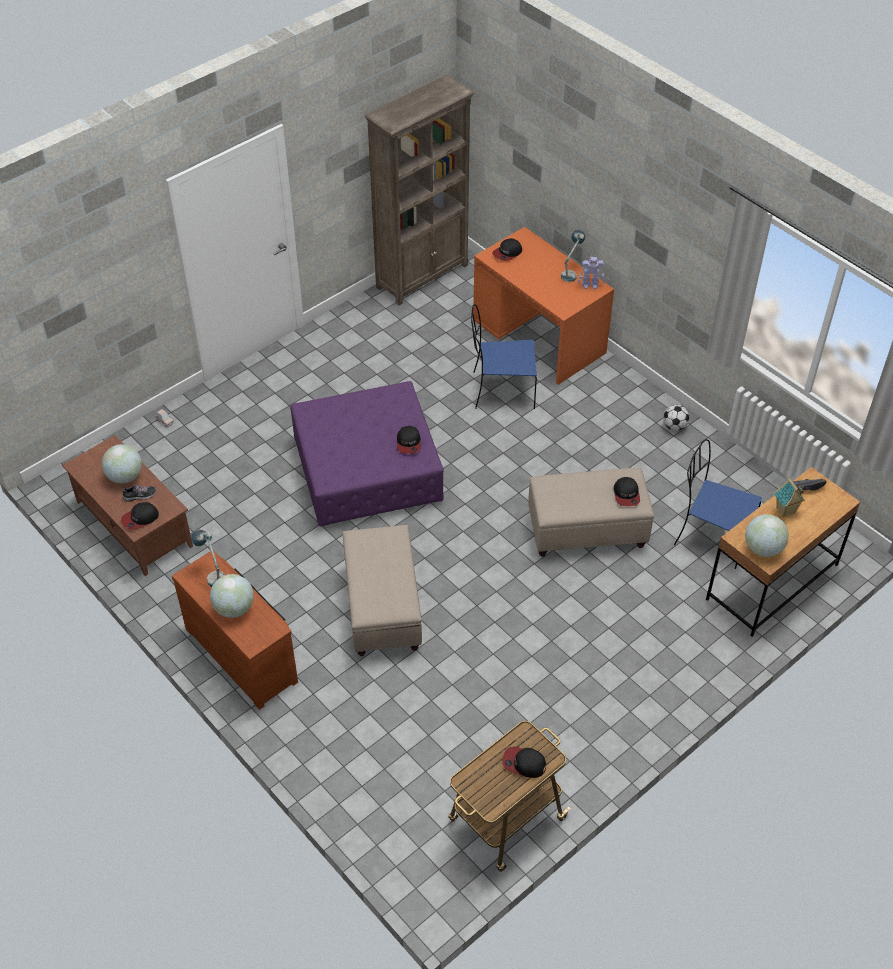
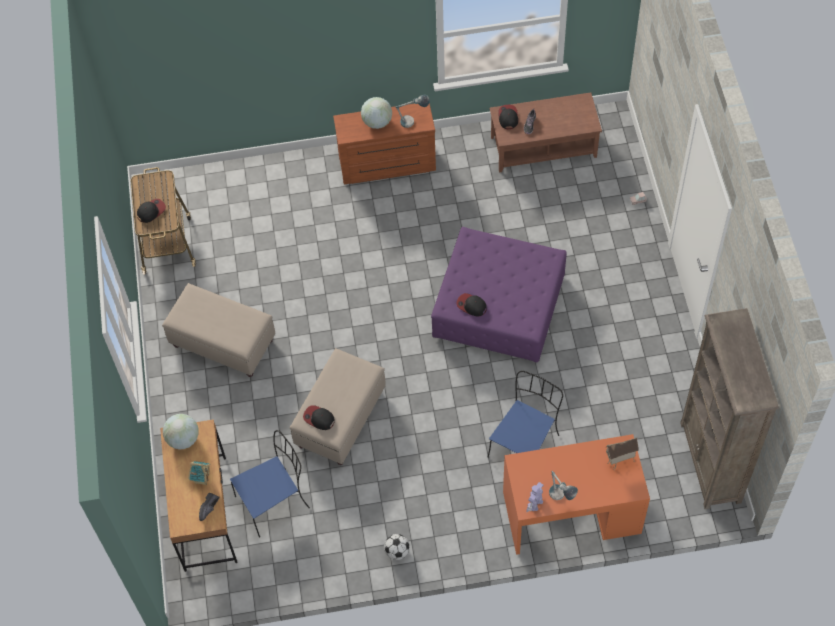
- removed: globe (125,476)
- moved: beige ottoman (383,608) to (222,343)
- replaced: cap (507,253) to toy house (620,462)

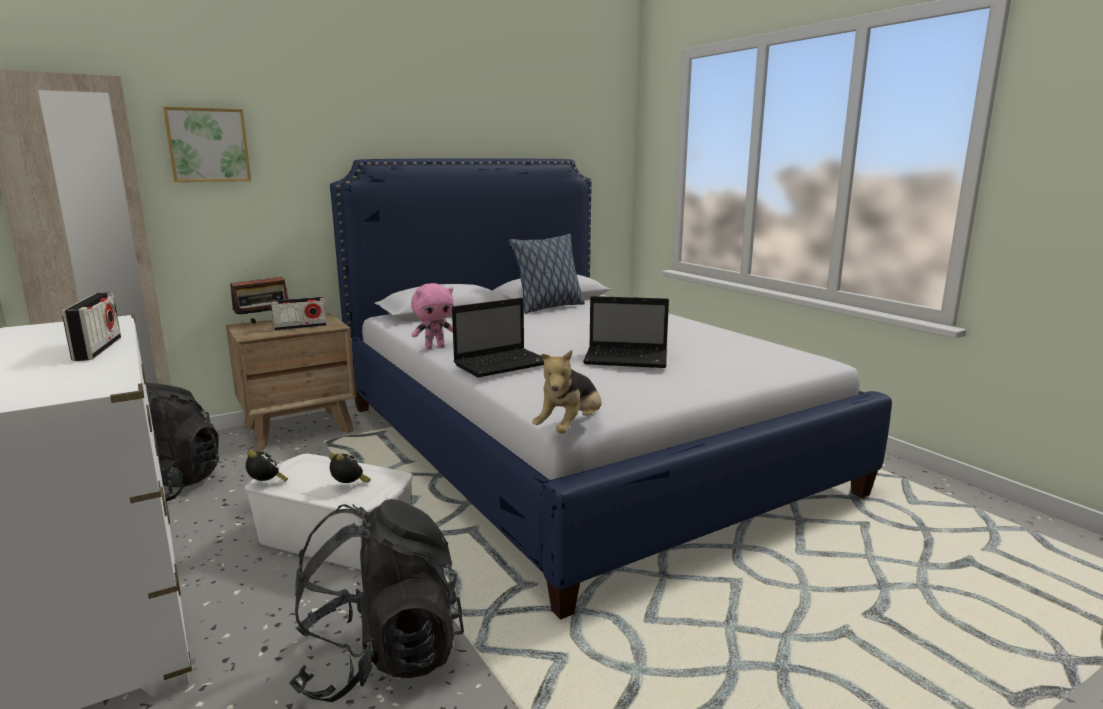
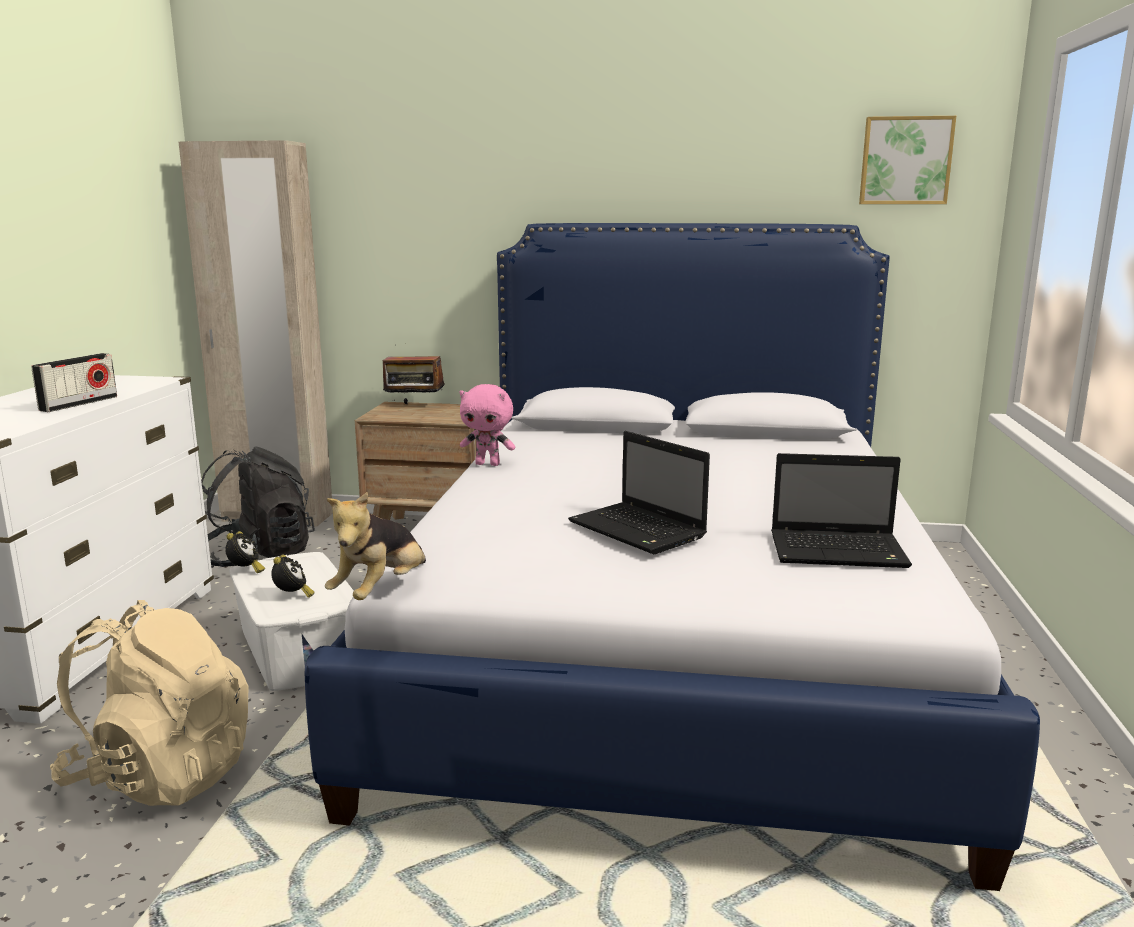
- moved: picture (208,145) to (905,161)
- removed: radio (300,327)
- recoloured: black backpack (380,658) to beige backpack (161,774)
- moved: laptop (503,364) to (840,551)
- removed: pillow (548,307)
- turned: plush toy (570,428) = (381,591) 45 degrees counterclockwise

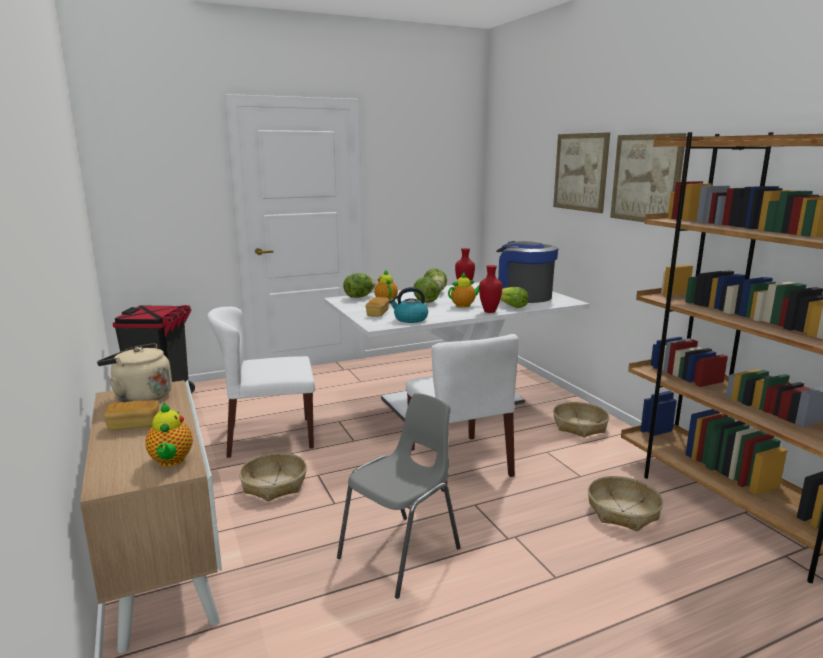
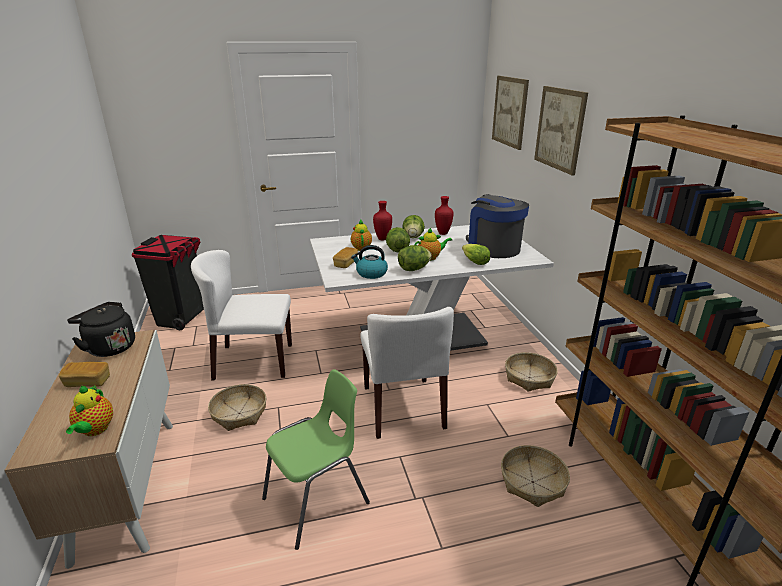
- recoloured: beige kettle (140,396) to black kettle (109,347)
- recoloured: grey chair (402,553) to green chair (317,501)
- moved: lettuce (359,297) to (414,269)
- moved: red vase (490,311) to (383,239)
- moved: picture (646,178) to (509,111)

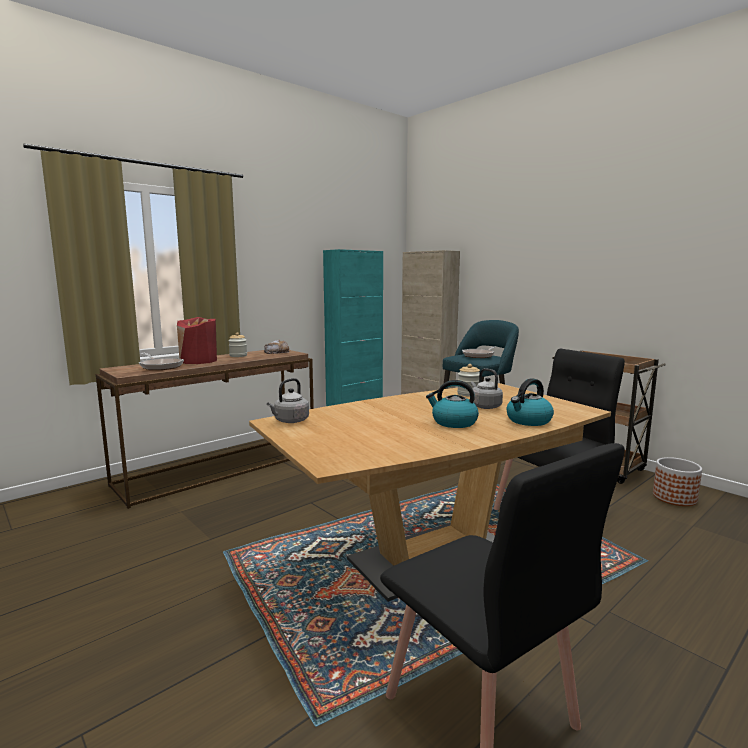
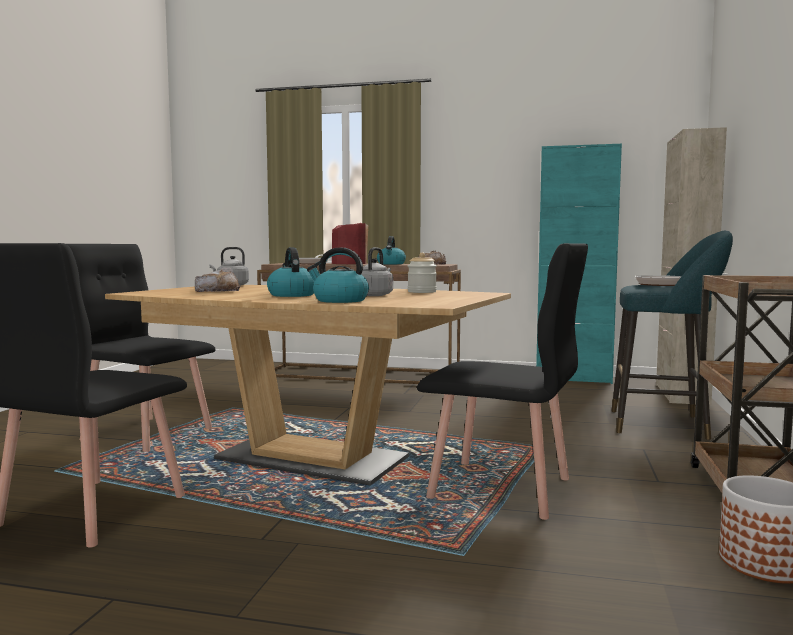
- replaced: jar (238,356) to kettle (391,264)
- added: black chair (147,433)
- added: bread (217,291)

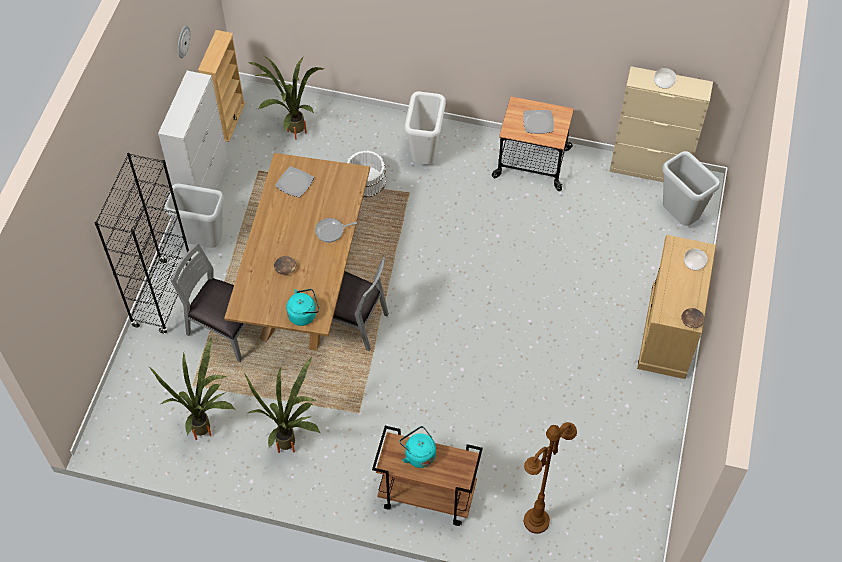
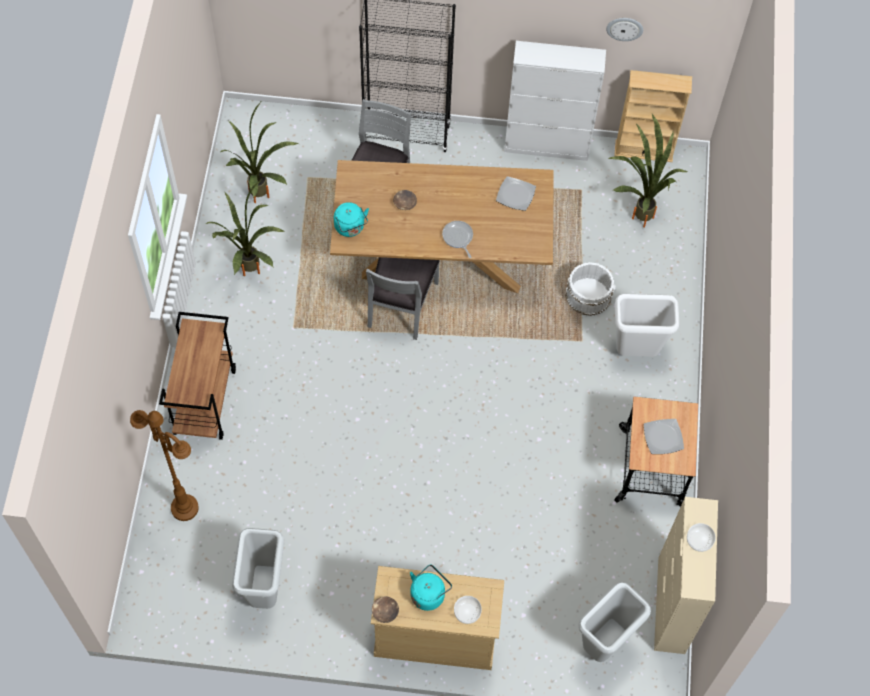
- moved: grey trash can (203,244) to (264,590)
- moved: turquoise kettle (418,454) to (429,593)

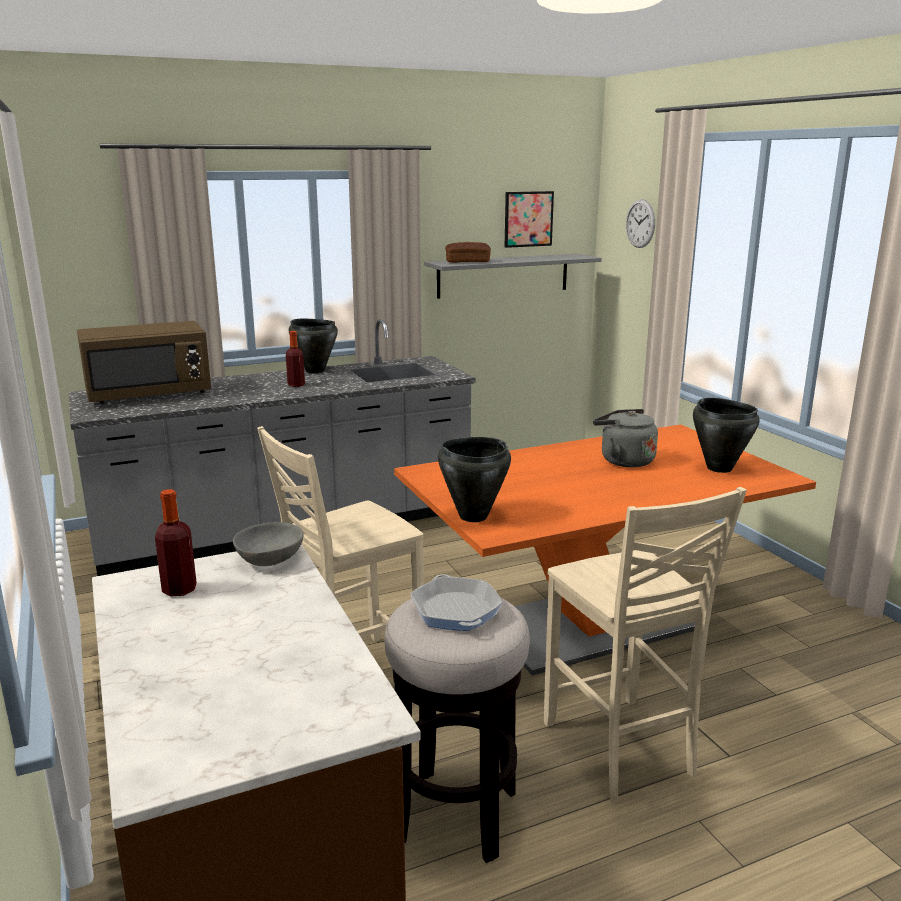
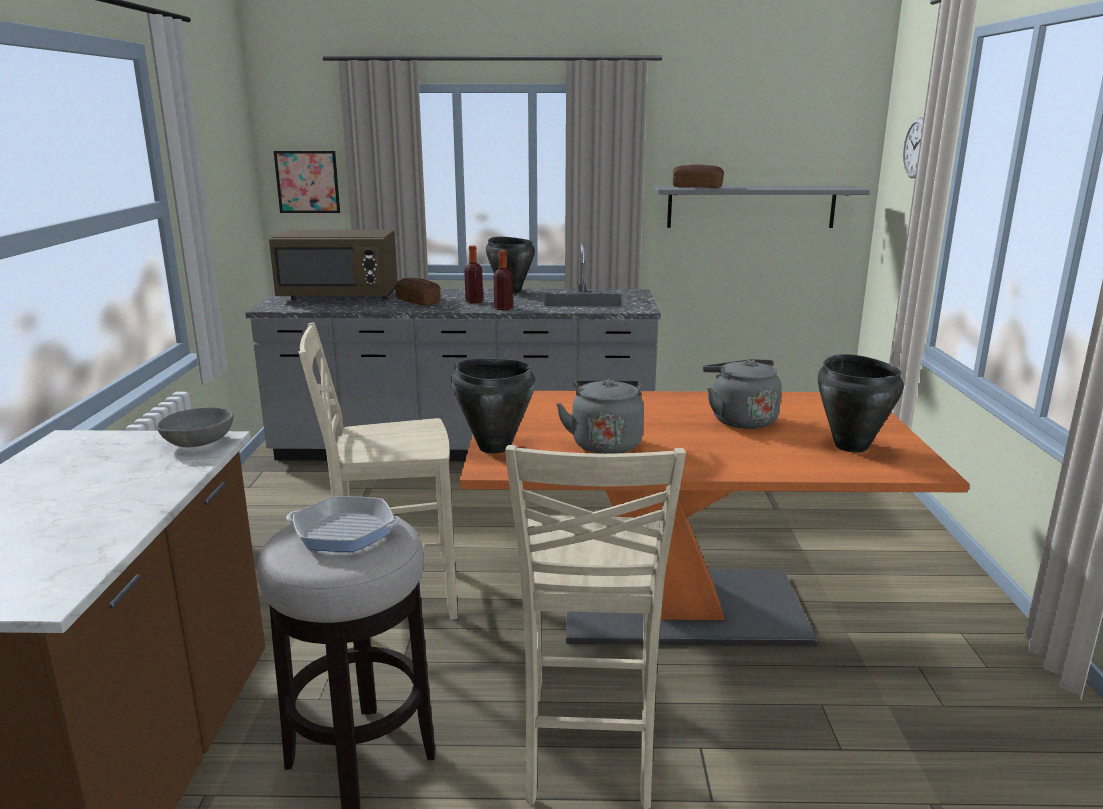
- moved: bottle (179,589) to (503,308)
- turned: frying pan (455,610) = (344,531) 90 degrees clockwise
- moved: picture (528,219) to (307,182)
- added: bread (418,301)
- added: grey kettle (605,443)

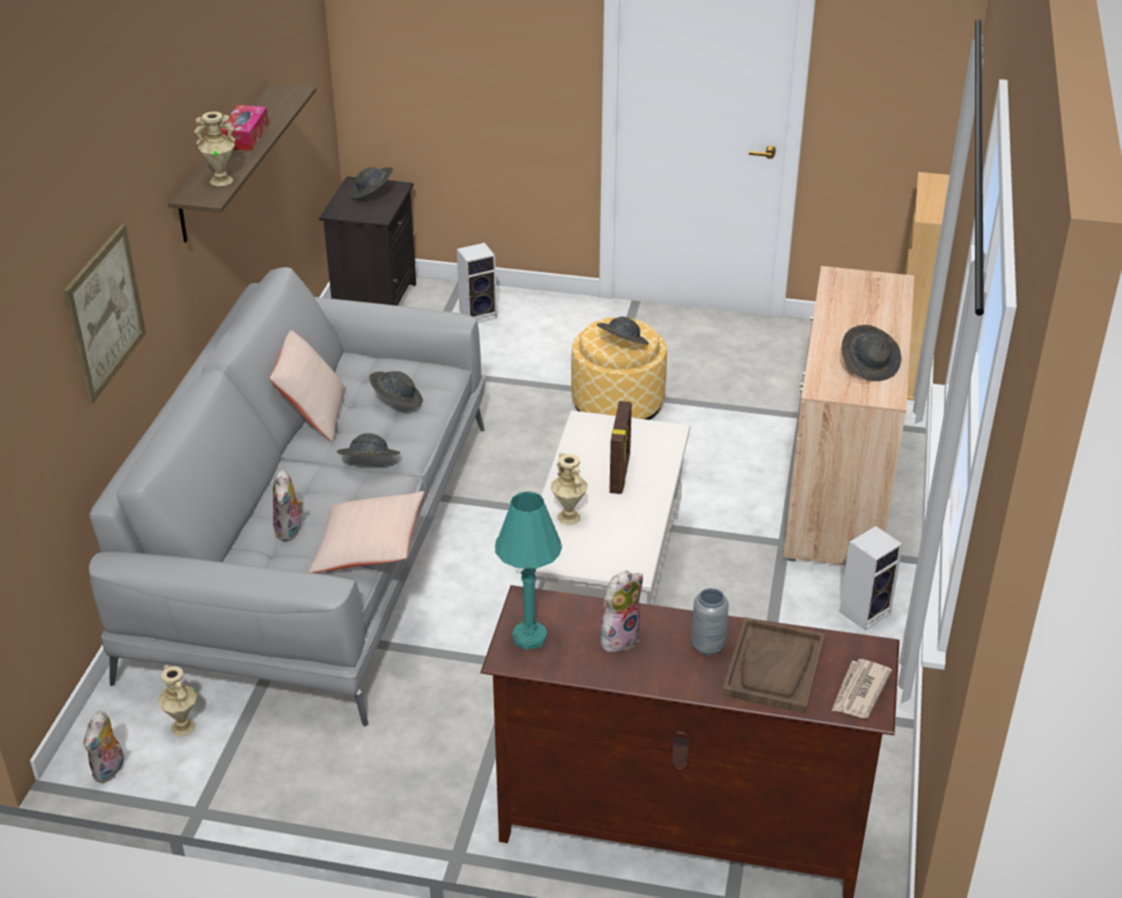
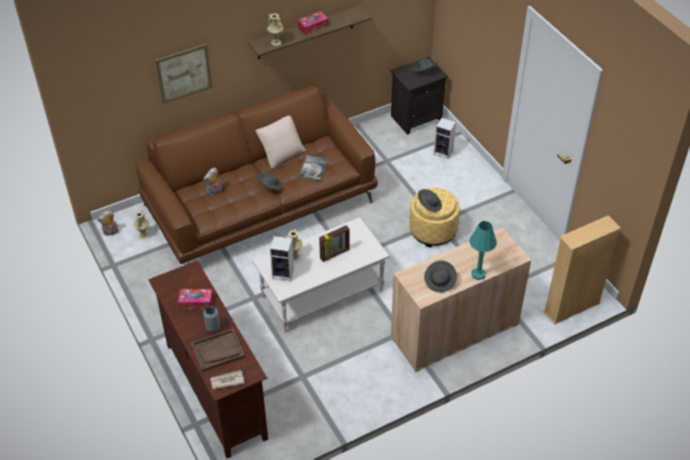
- recoloured: grey sofa (318,542) to brown sofa (260,204)
- removed: beige pillow (369,547)
- replaced: grey hat (396,401) to book (313,168)
- moved: turquoise table lamp (529,637) to (478,274)
- replaced: plush toy (619,637) to tissue box (196,302)
- moved: speaker (865,611) to (284,273)

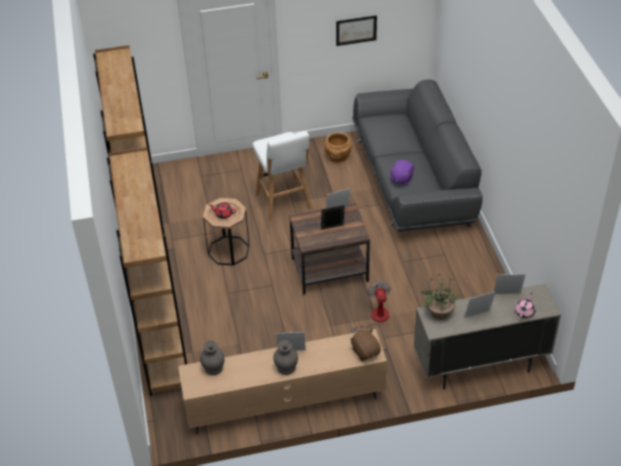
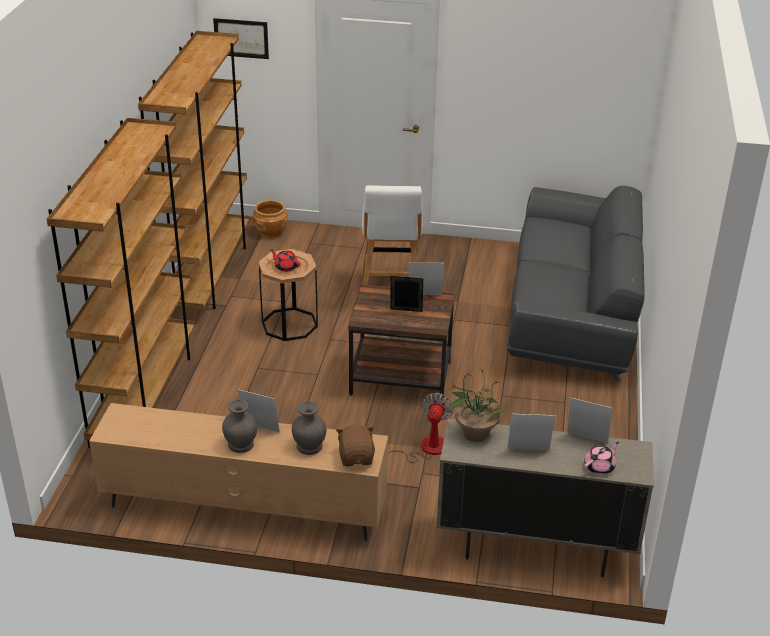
- moved: grey vase (214,368) to (309,446)
- moved: brown planter (338,156) to (271,232)
- moved: picture (356,30) to (241,38)
- removed: purple plush toy (401,179)

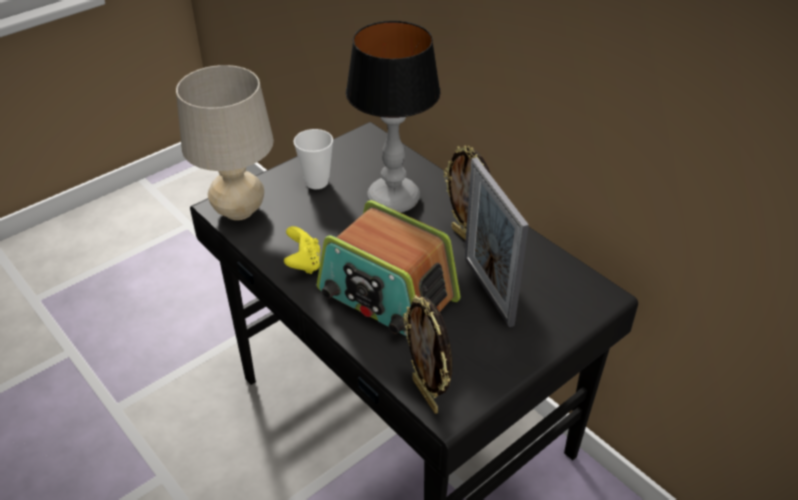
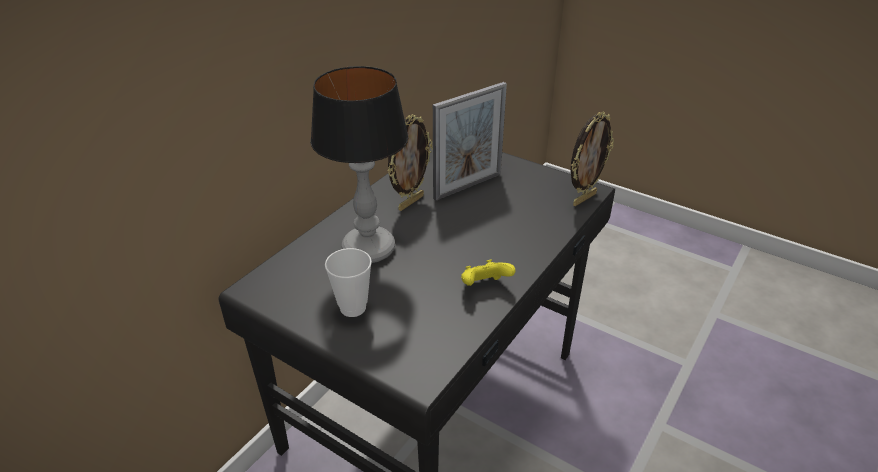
- removed: beige table lamp (239,211)
- removed: radio (387,296)

